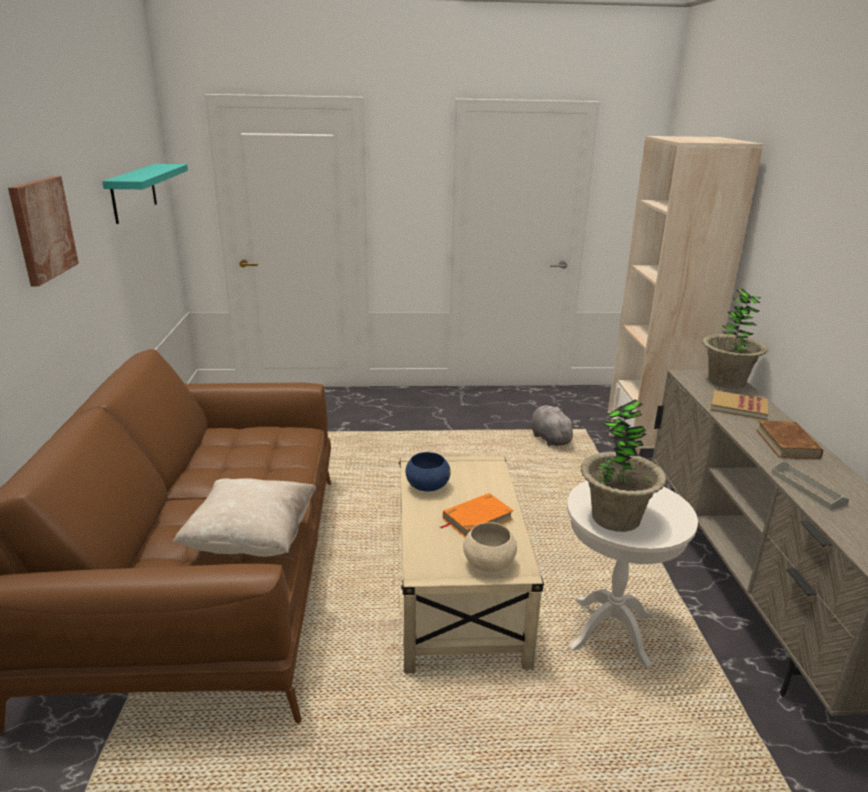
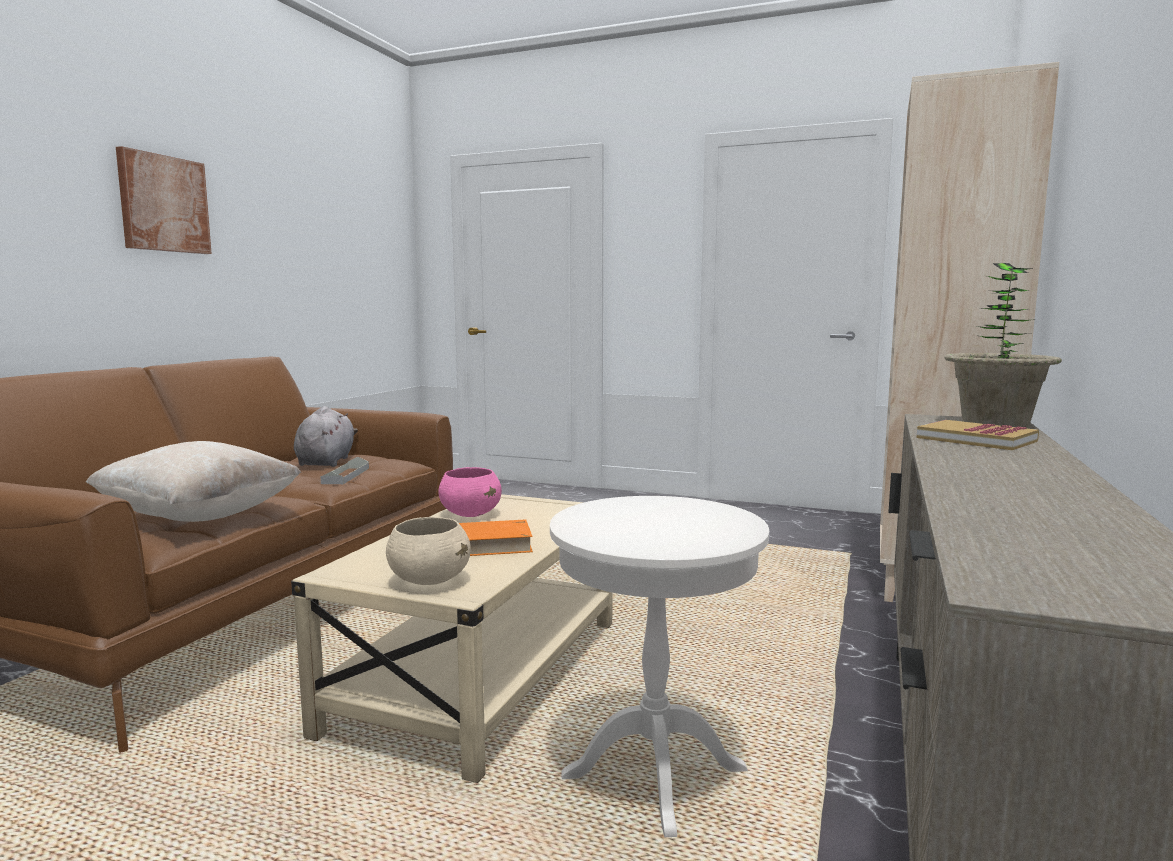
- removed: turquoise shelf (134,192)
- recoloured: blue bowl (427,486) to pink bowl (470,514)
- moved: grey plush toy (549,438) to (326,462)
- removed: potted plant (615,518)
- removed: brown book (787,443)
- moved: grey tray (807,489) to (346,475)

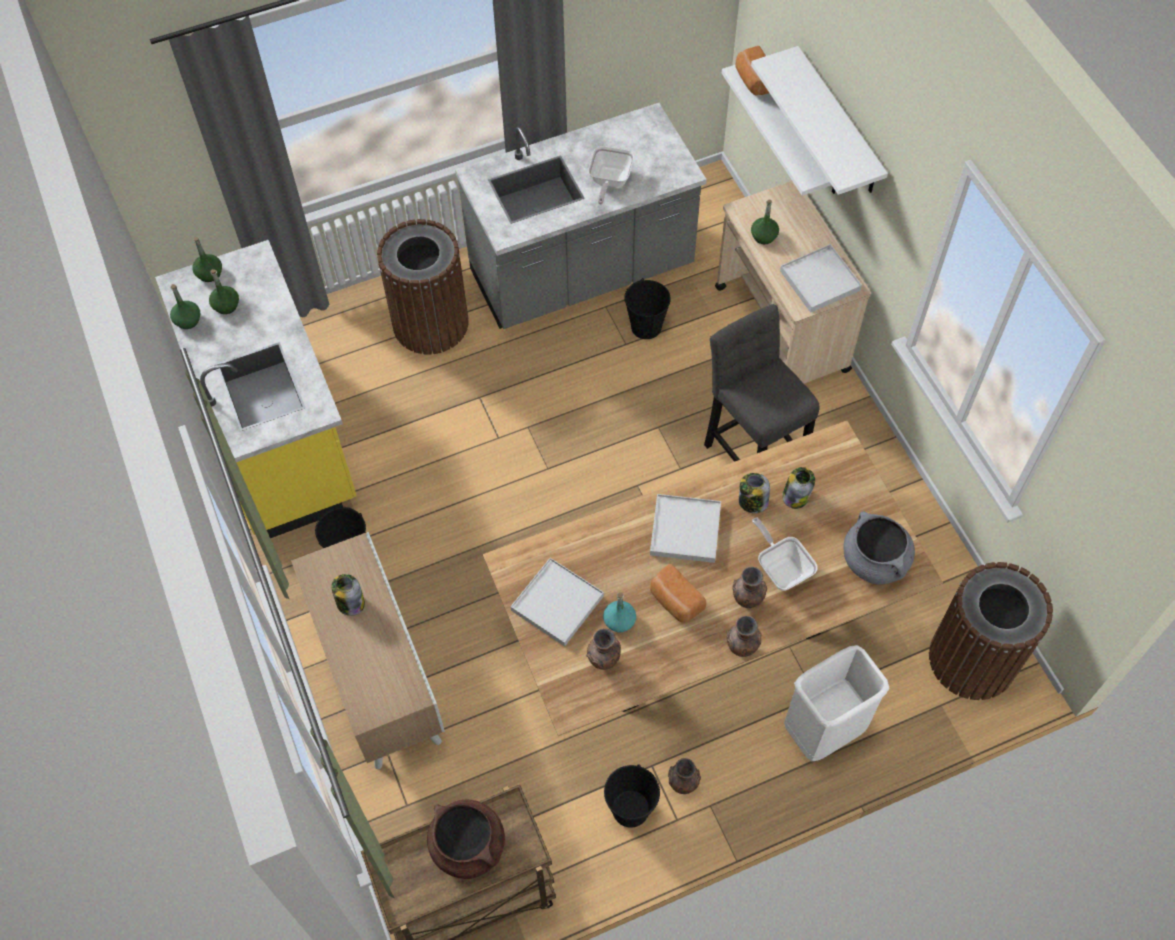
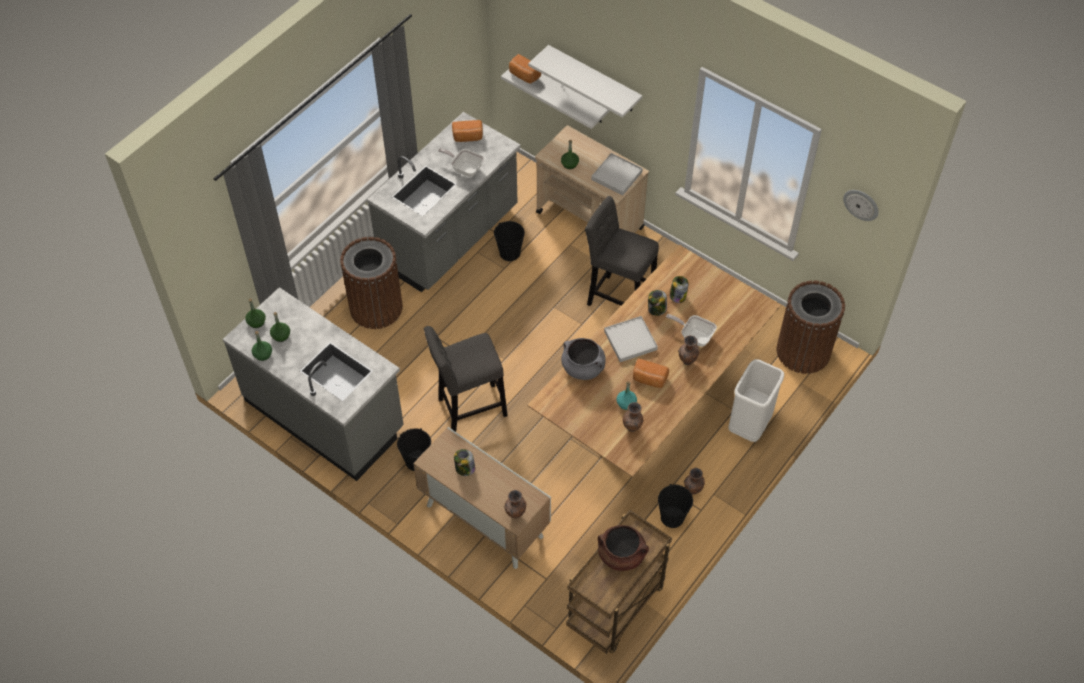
- recoloured: yellow counter (279,435) to grey counter (325,414)
- removed: white tray (557,603)
- turned: frying pan (609,182) = (465,168) 135 degrees clockwise
- moved: brown vase (741,650) to (515,515)
- moved: grey cooking pot (875,561) to (583,368)
- added: grey stool (468,409)
- added: bread (468,137)
- added: wall clock (861,204)

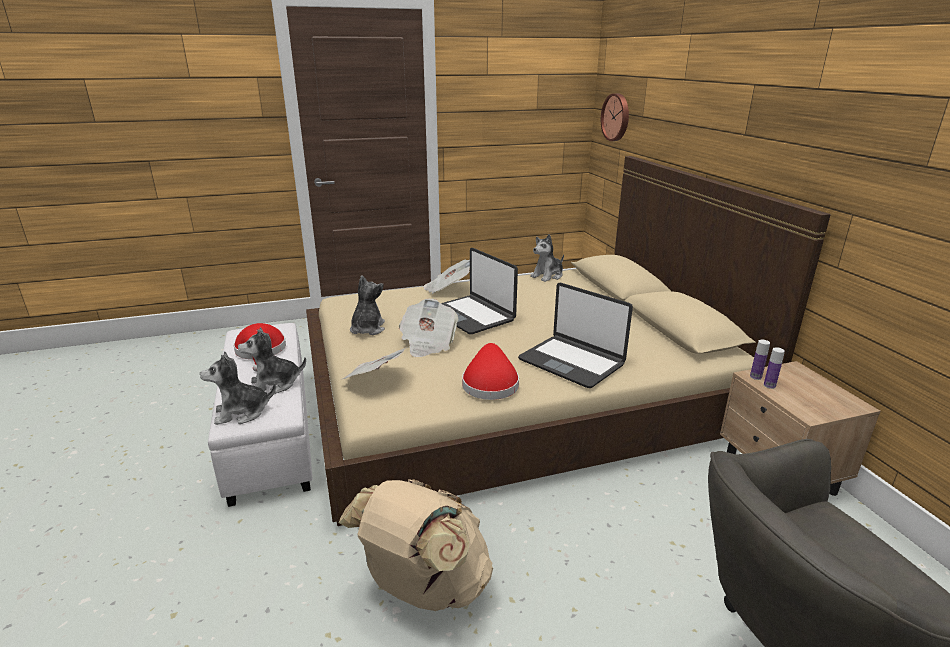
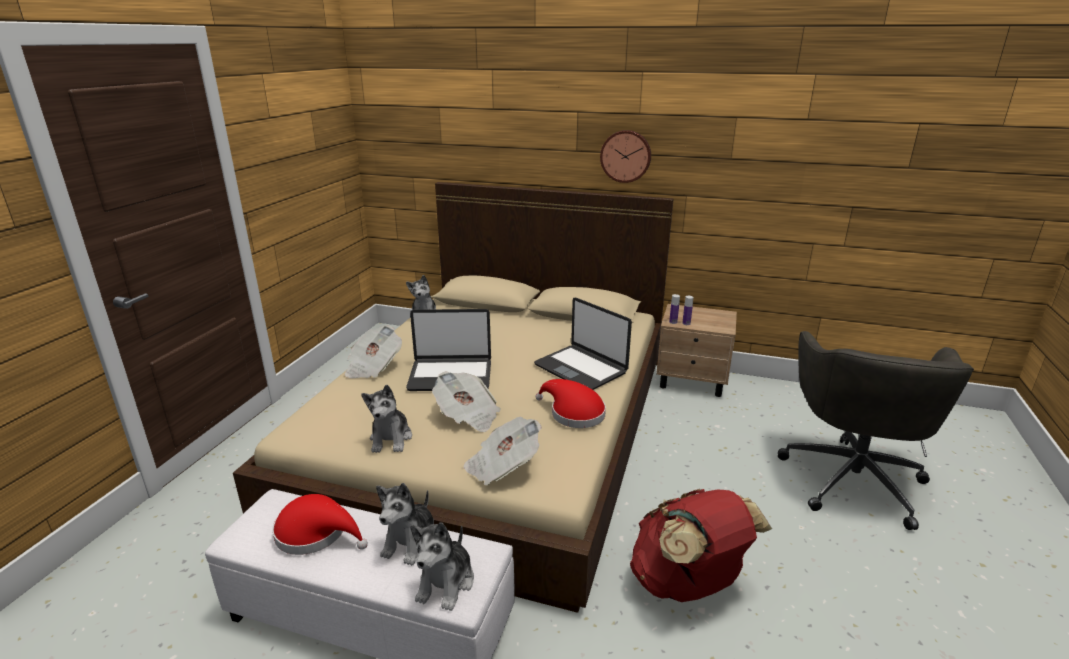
- recoloured: beige backpack (424,587) to red backpack (687,584)
- turned: plush toy (367,329) = (391,438) 135 degrees counterclockwise
- turned: laptop (572,362) = (581,368) 60 degrees clockwise
- moved: wall clock (616,117) to (626,156)

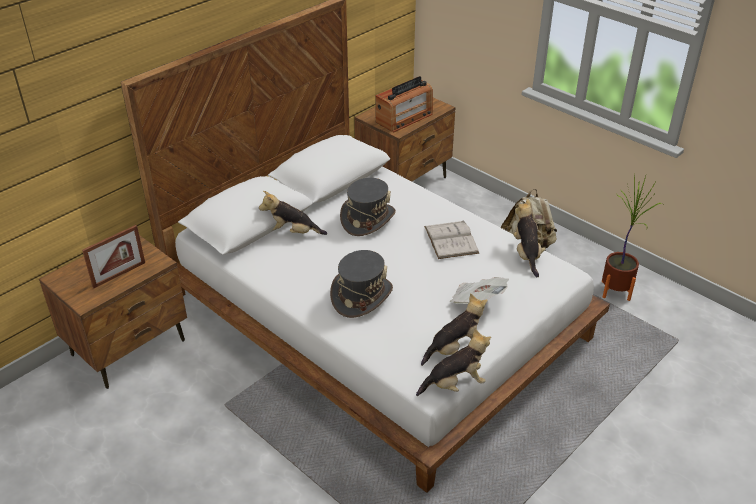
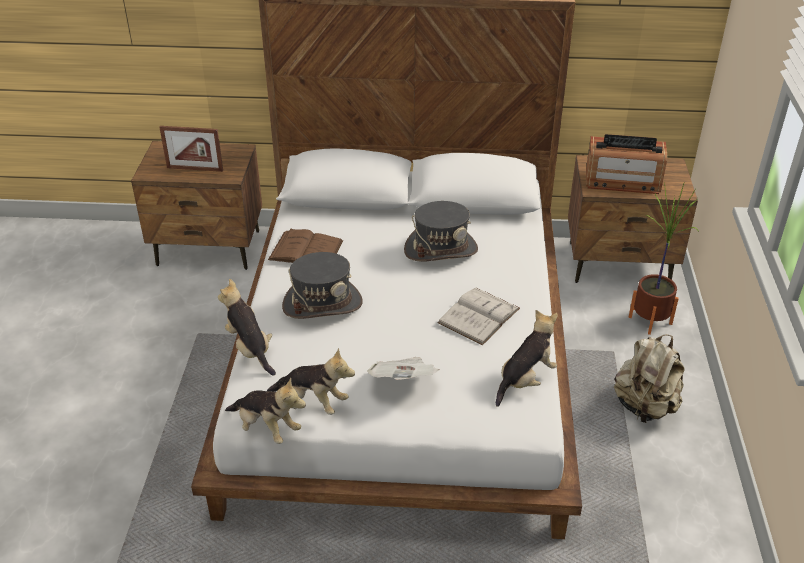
- moved: plush toy (292,233) to (250,349)
- moved: potted plant (616,290) to (650,320)
- added: brown book (306,250)

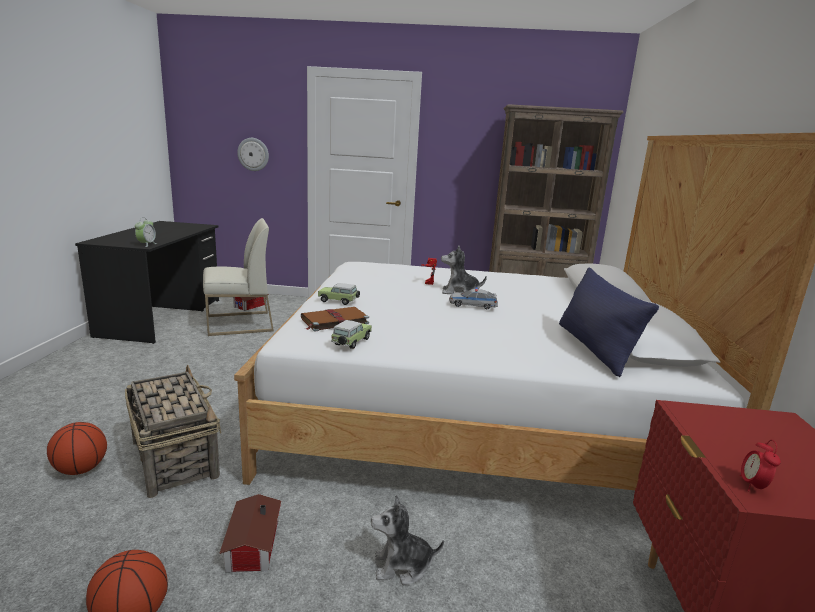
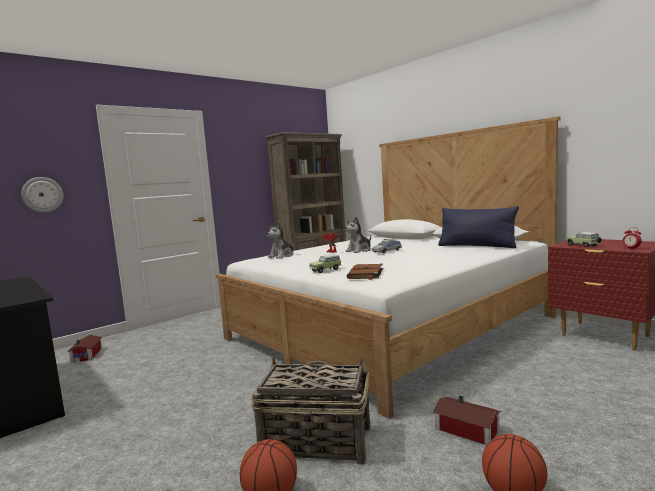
- removed: alarm clock (146,244)
- removed: white chair (239,324)
- moved: toy car (351,342) to (583,246)
- moved: plush toy (402,566) to (282,256)

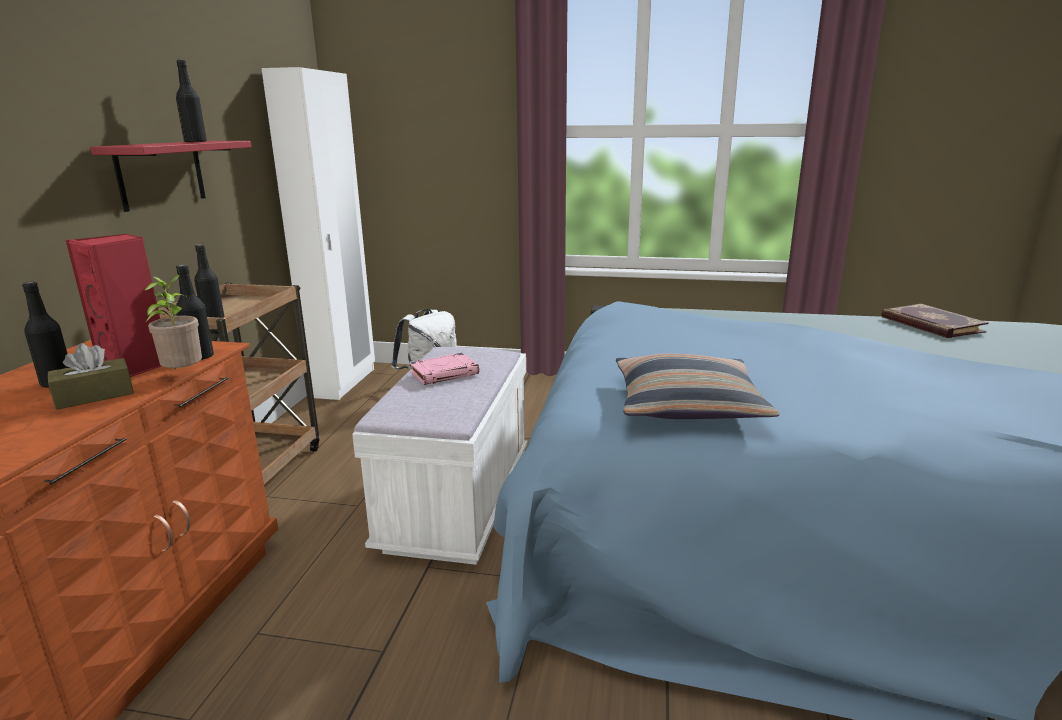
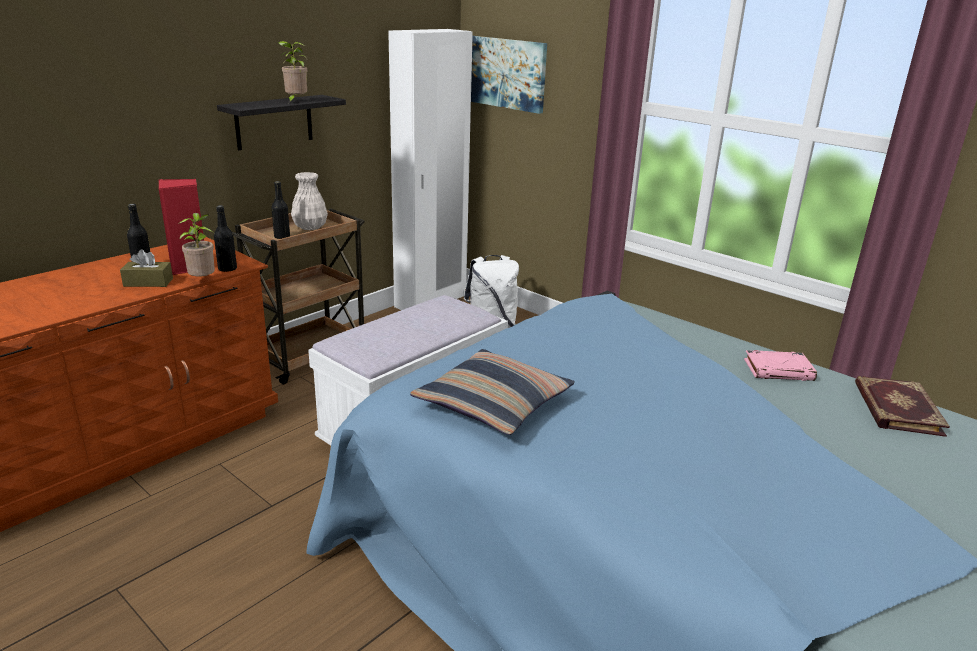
- recoloured: red shelf (161,174) to black shelf (274,122)
- replaced: black bottle (195,142) to potted plant (295,101)
- moved: pink book (445,373) to (779,370)
- added: white vase (310,227)
- added: picture (507,73)

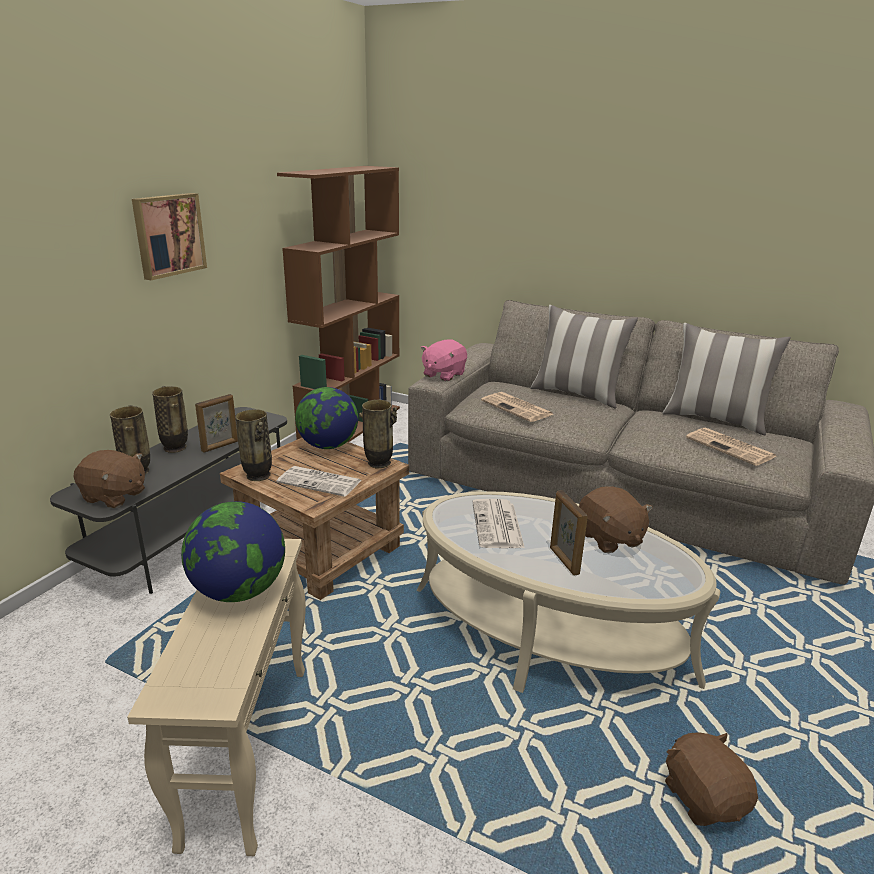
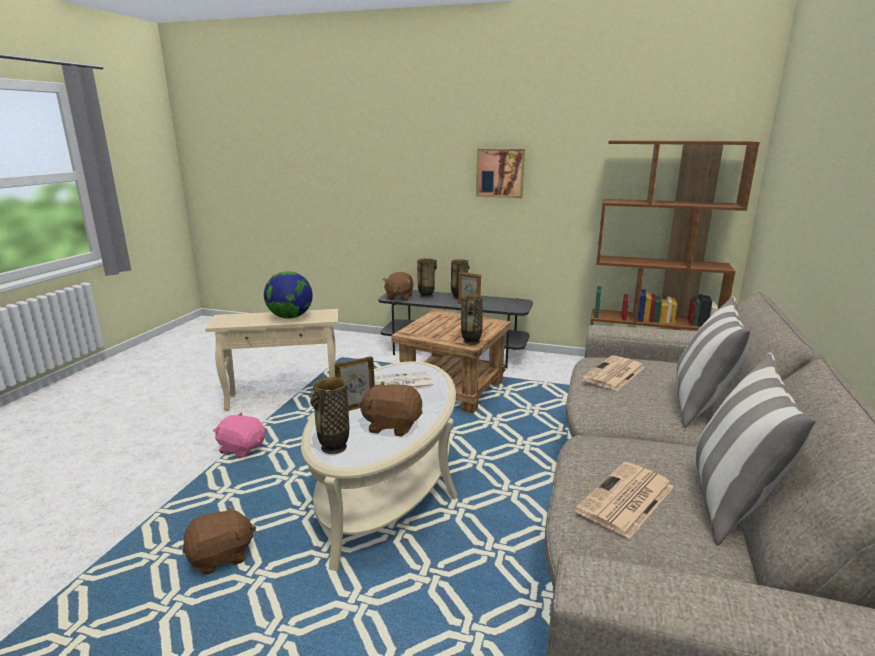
- moved: vase (258,476) to (333,448)
- removed: newspaper (321,482)
- removed: globe (328,446)
- moved: pink plush toy (443,375) to (242,448)
- turned: brown plush toy (609,539) = (392,425) 45 degrees clockwise

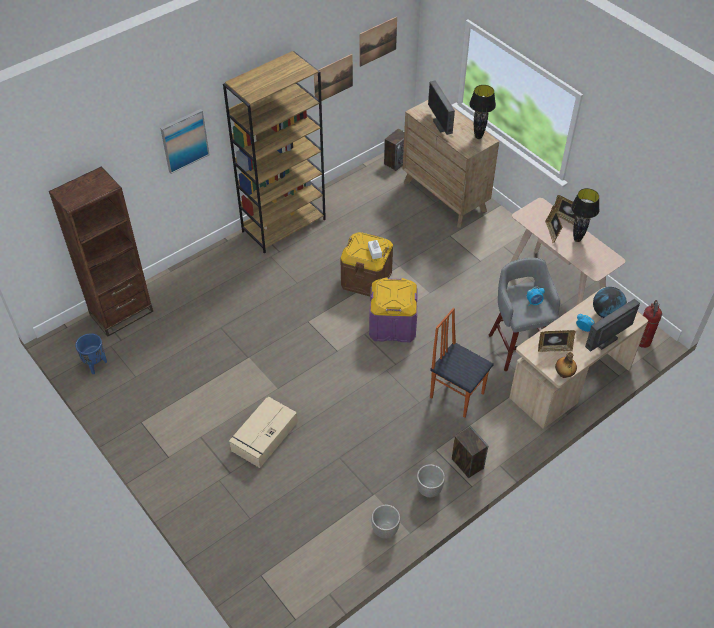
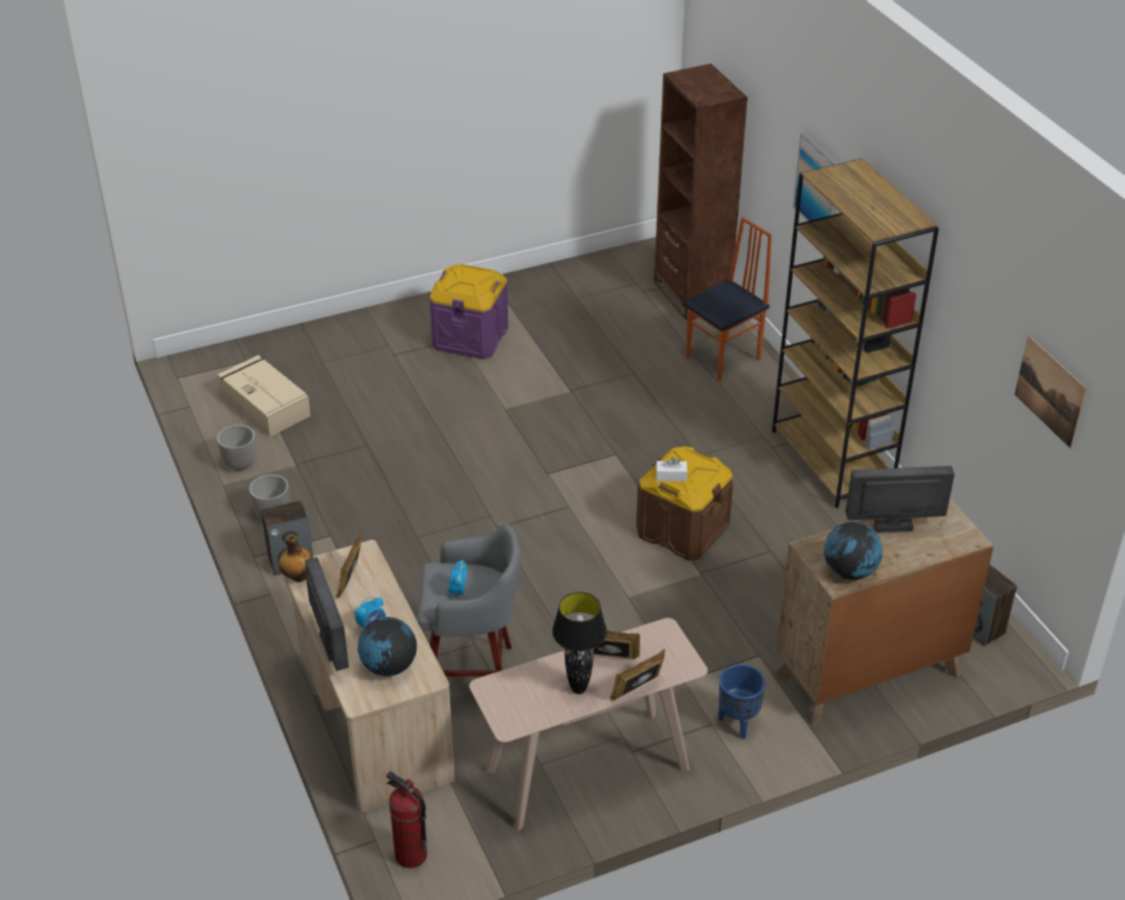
- moved: blue planter (95,365) to (738,723)
- moved: beige storage box (264,437) to (264,405)
- removed: picture (333,78)
- moved: purple storage box (392,325) to (470,337)
- moved: chair (457,394) to (724,359)
- replaced: black table lamp (478,137) to globe (850,572)

